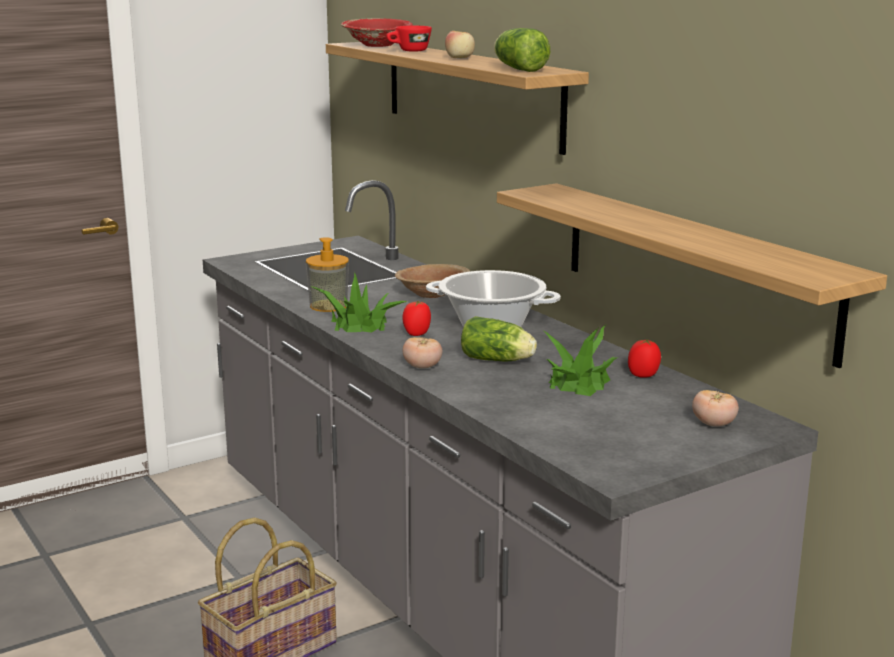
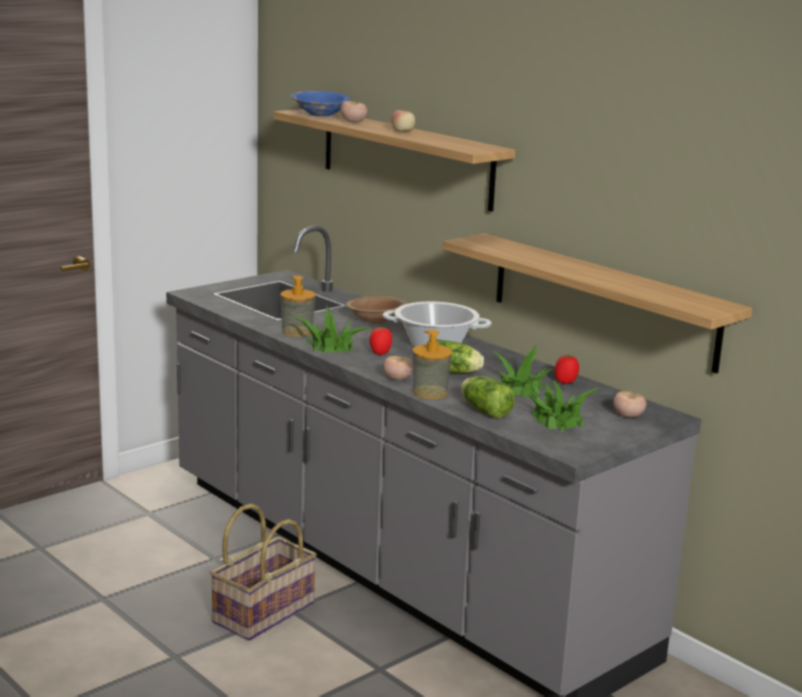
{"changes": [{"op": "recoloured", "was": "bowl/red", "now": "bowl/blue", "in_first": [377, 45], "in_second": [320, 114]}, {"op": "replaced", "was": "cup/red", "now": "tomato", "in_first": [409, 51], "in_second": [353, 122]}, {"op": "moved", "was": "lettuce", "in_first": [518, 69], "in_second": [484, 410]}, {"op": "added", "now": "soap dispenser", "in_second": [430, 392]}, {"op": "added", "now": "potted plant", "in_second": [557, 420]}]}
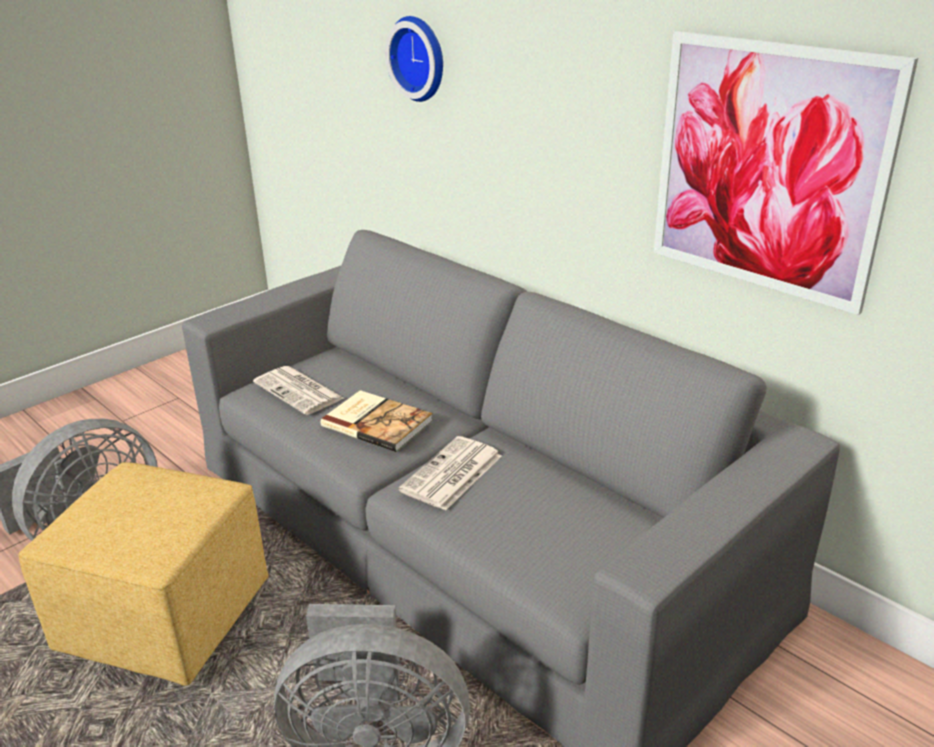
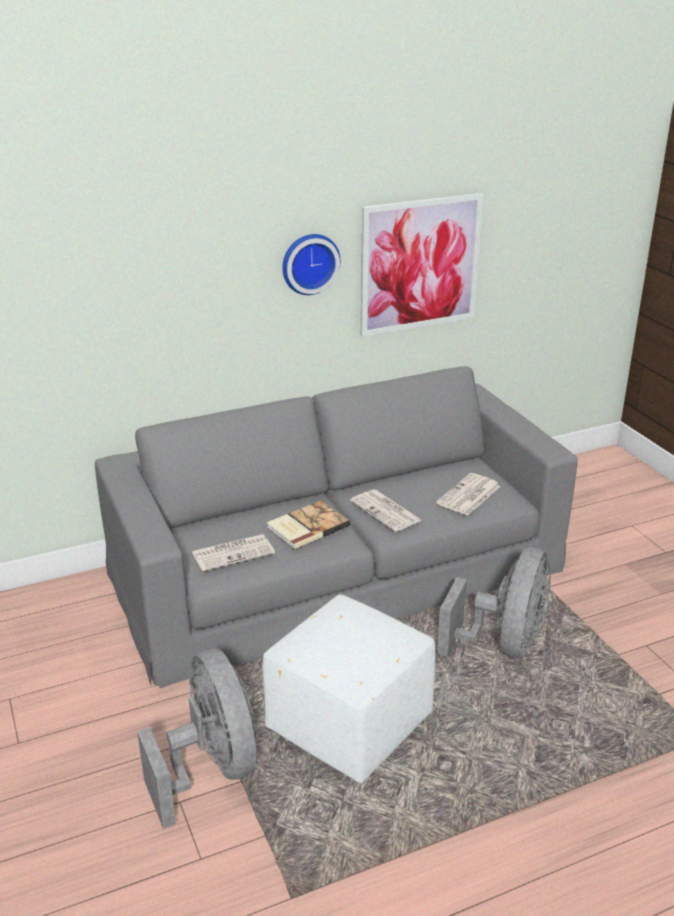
{"changes": [{"op": "recoloured", "was": "ottoman/yellow", "now": "ottoman/white", "in_first": [169, 618], "in_second": [348, 724]}, {"op": "moved", "was": "wall clock", "in_first": [420, 58], "in_second": [309, 263]}, {"op": "added", "now": "newspaper", "in_second": [468, 495]}]}
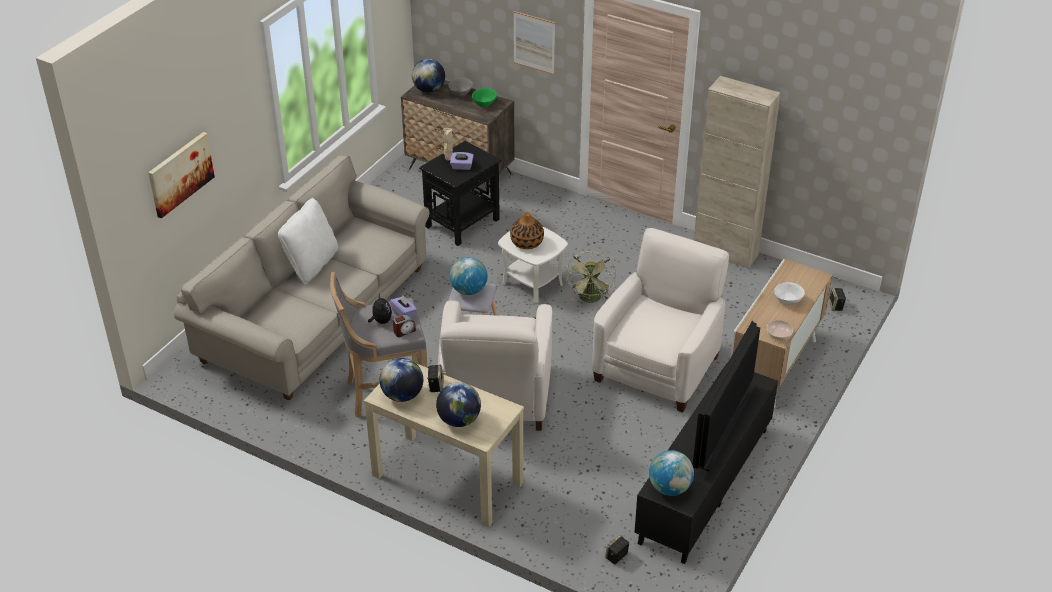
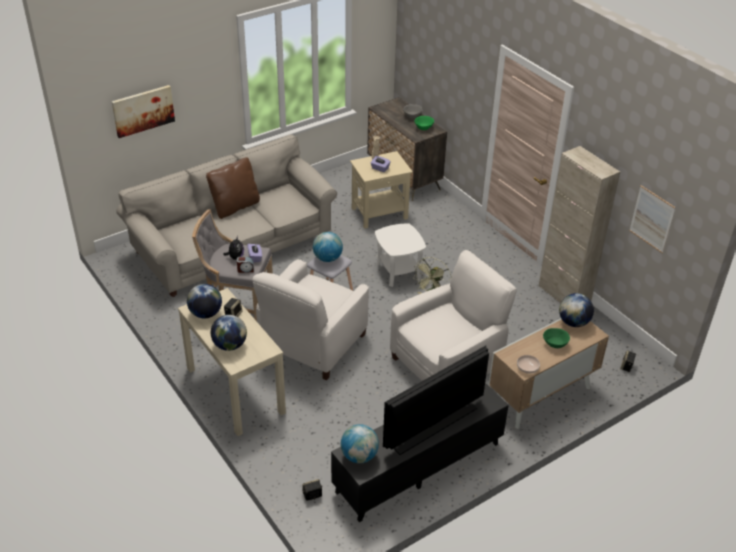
{"changes": [{"op": "recoloured", "was": "pillow/white", "now": "pillow/brown", "in_first": [311, 265], "in_second": [235, 207]}, {"op": "moved", "was": "globe", "in_first": [429, 90], "in_second": [573, 322]}, {"op": "recoloured", "was": "side table/black", "now": "side table/beige", "in_first": [463, 223], "in_second": [380, 213]}, {"op": "removed", "was": "vase", "in_first": [527, 243]}, {"op": "moved", "was": "picture", "in_first": [534, 42], "in_second": [652, 219]}, {"op": "recoloured", "was": "bowl/white", "now": "bowl/green", "in_first": [788, 300], "in_second": [555, 344]}]}
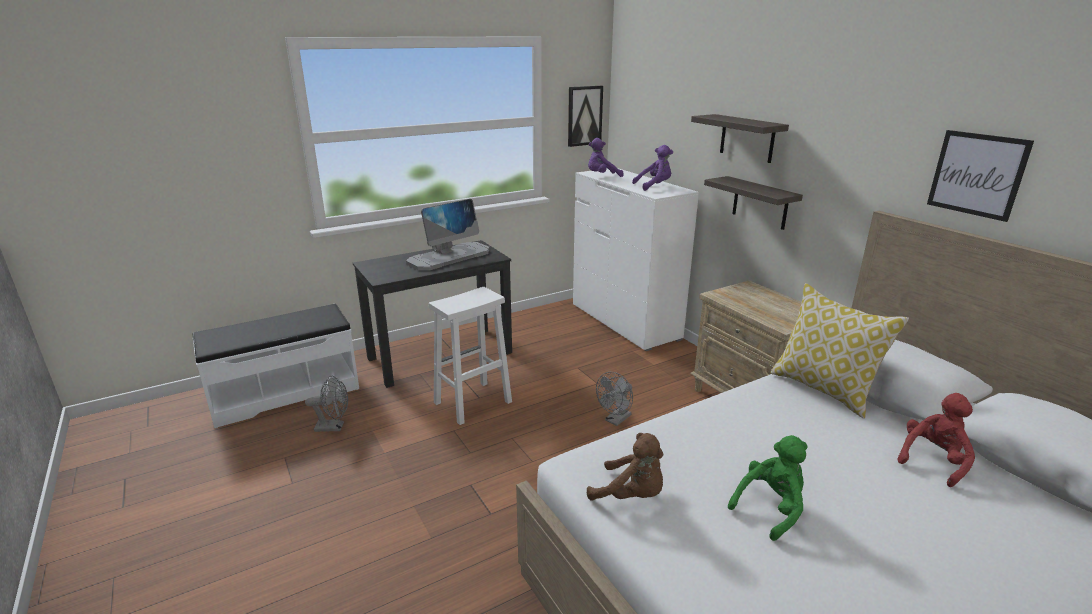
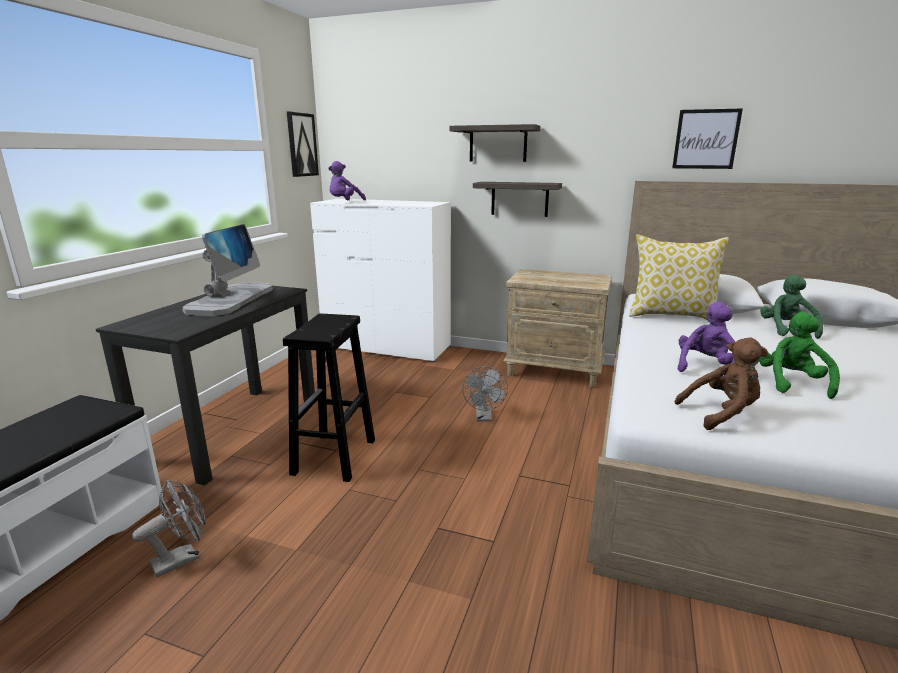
{"changes": [{"op": "recoloured", "was": "stool/white", "now": "stool/black", "in_first": [472, 403], "in_second": [334, 457]}, {"op": "moved", "was": "plush toy/purple", "in_first": [654, 186], "in_second": [705, 368]}, {"op": "recoloured", "was": "plush toy/red", "now": "plush toy/green", "in_first": [933, 460], "in_second": [786, 330]}]}
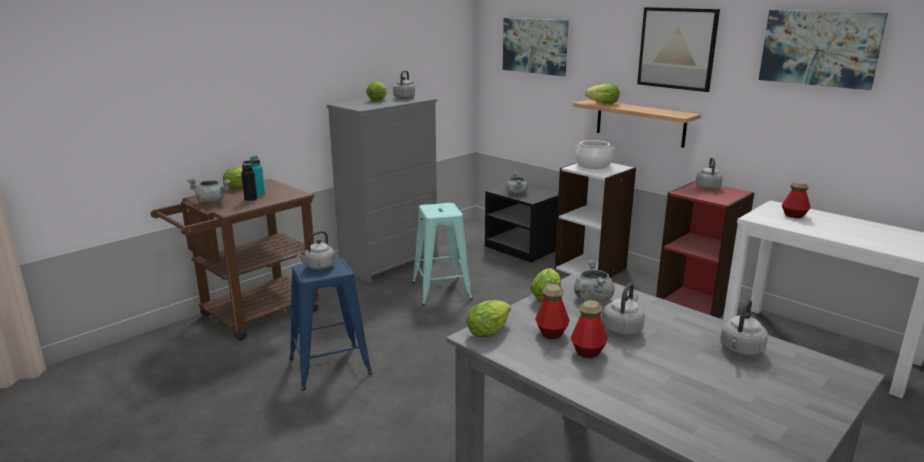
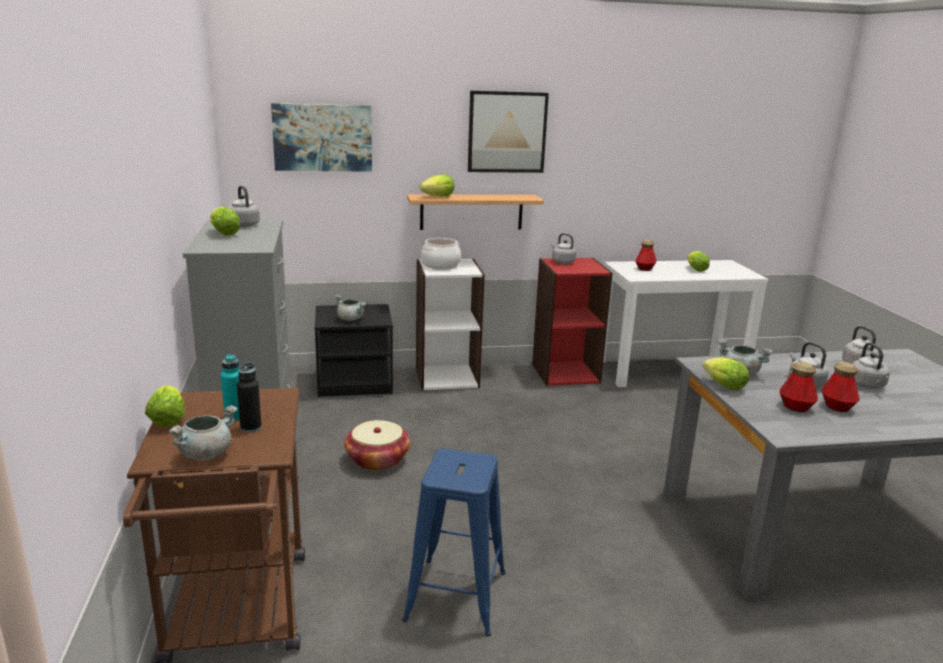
{"changes": [{"op": "moved", "was": "kettle/grey", "in_first": [318, 267], "in_second": [867, 385]}, {"op": "replaced", "was": "stool/turquoise", "now": "basket", "in_first": [441, 290], "in_second": [377, 460]}, {"op": "moved", "was": "lettuce", "in_first": [490, 331], "in_second": [695, 269]}, {"op": "removed", "was": "picture", "in_first": [819, 48]}]}
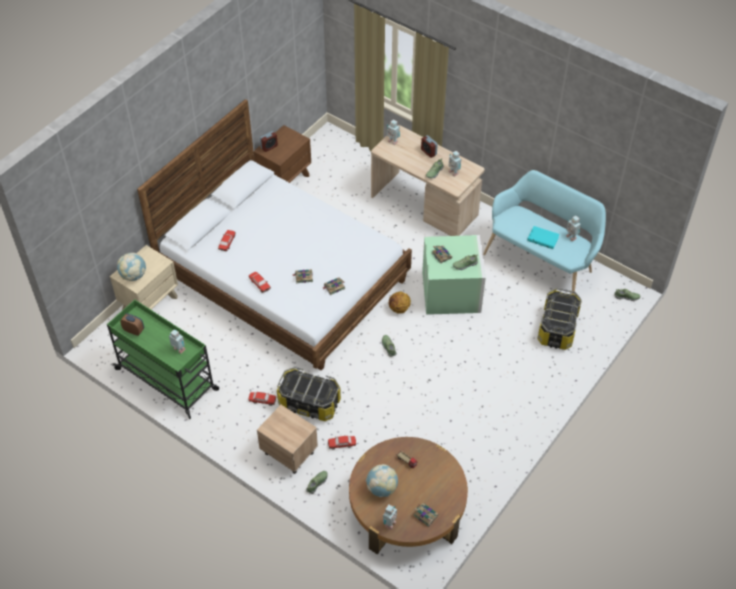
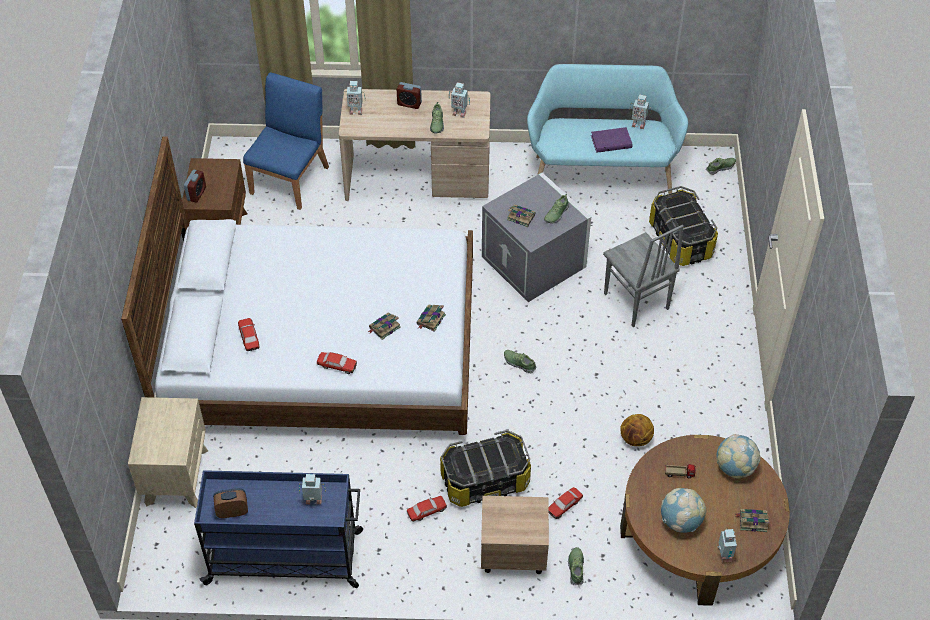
{"changes": [{"op": "recoloured", "was": "cart/green", "now": "cart/blue", "in_first": [168, 380], "in_second": [286, 557]}, {"op": "moved", "was": "globe", "in_first": [133, 276], "in_second": [734, 467]}, {"op": "moved", "was": "basketball", "in_first": [399, 309], "in_second": [635, 439]}, {"op": "recoloured", "was": "storage box/green", "now": "storage box/grey", "in_first": [452, 292], "in_second": [535, 262]}, {"op": "recoloured", "was": "book/turquoise", "now": "book/purple", "in_first": [543, 238], "in_second": [611, 141]}, {"op": "added", "now": "chair/blue", "in_second": [290, 179]}, {"op": "added", "now": "chair/grey", "in_second": [635, 302]}]}
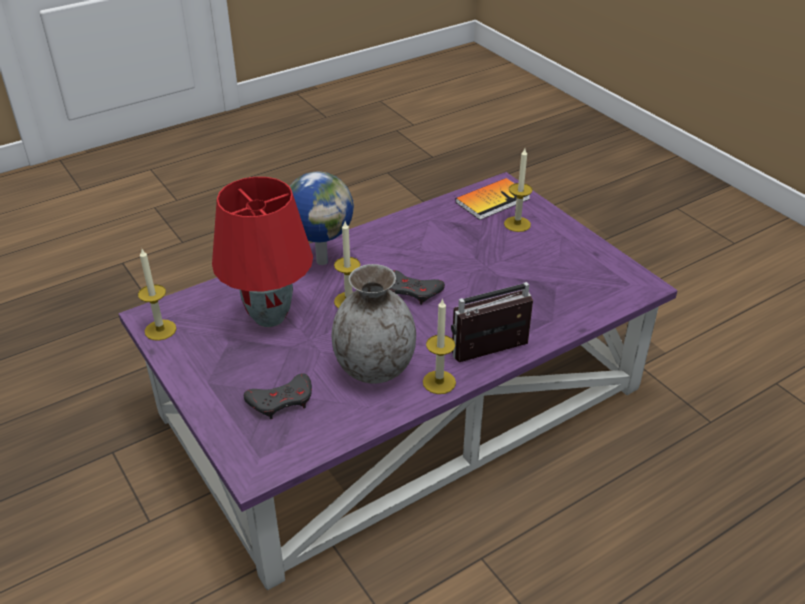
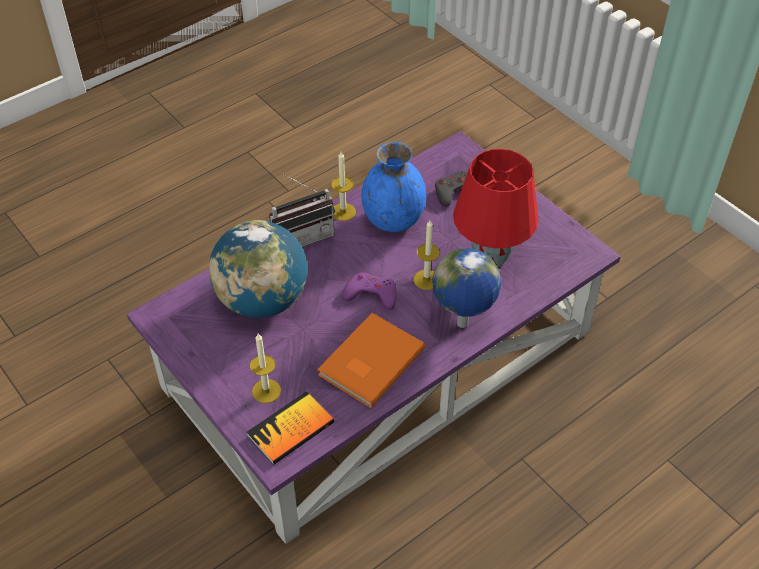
{"changes": [{"op": "removed", "was": "candle", "in_first": [160, 330]}, {"op": "recoloured", "was": "vase/grey", "now": "vase/blue", "in_first": [374, 368], "in_second": [394, 219]}, {"op": "recoloured", "was": "game controller/grey", "now": "game controller/purple", "in_first": [412, 291], "in_second": [371, 294]}, {"op": "added", "now": "globe", "in_second": [262, 300]}, {"op": "added", "now": "book/orange", "in_second": [368, 361]}]}
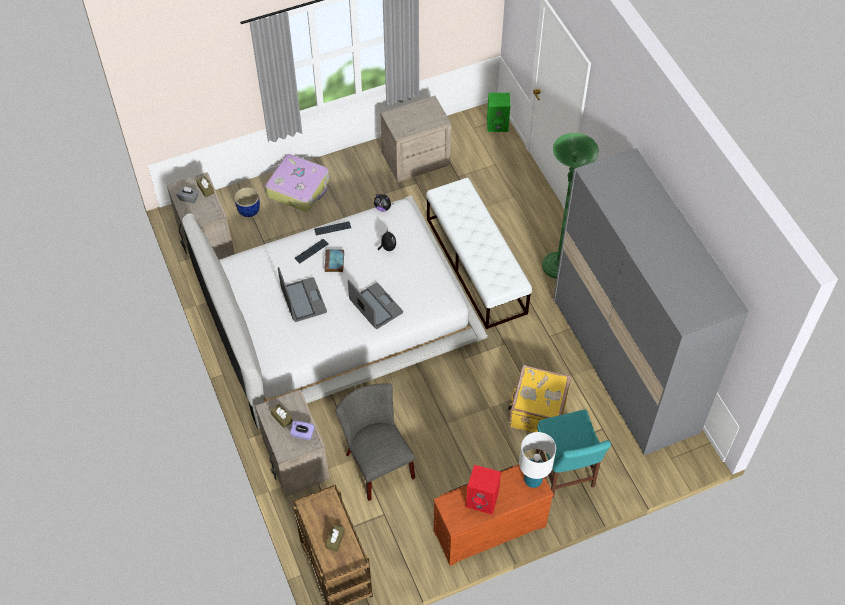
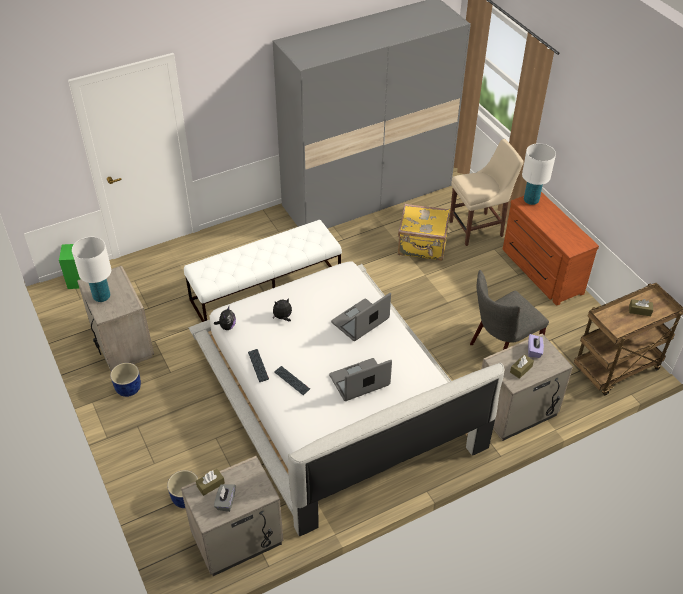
{"changes": [{"op": "removed", "was": "suitcase", "in_first": [299, 188]}, {"op": "removed", "was": "book", "in_first": [334, 262]}, {"op": "removed", "was": "speaker/red", "in_first": [483, 499]}, {"op": "recoloured", "was": "chair/turquoise", "now": "chair/beige", "in_first": [565, 474], "in_second": [478, 228]}, {"op": "removed", "was": "floor lamp/green", "in_first": [557, 266]}, {"op": "added", "now": "table lamp/white", "in_second": [102, 297]}, {"op": "added", "now": "planter/blue", "in_second": [128, 388]}]}
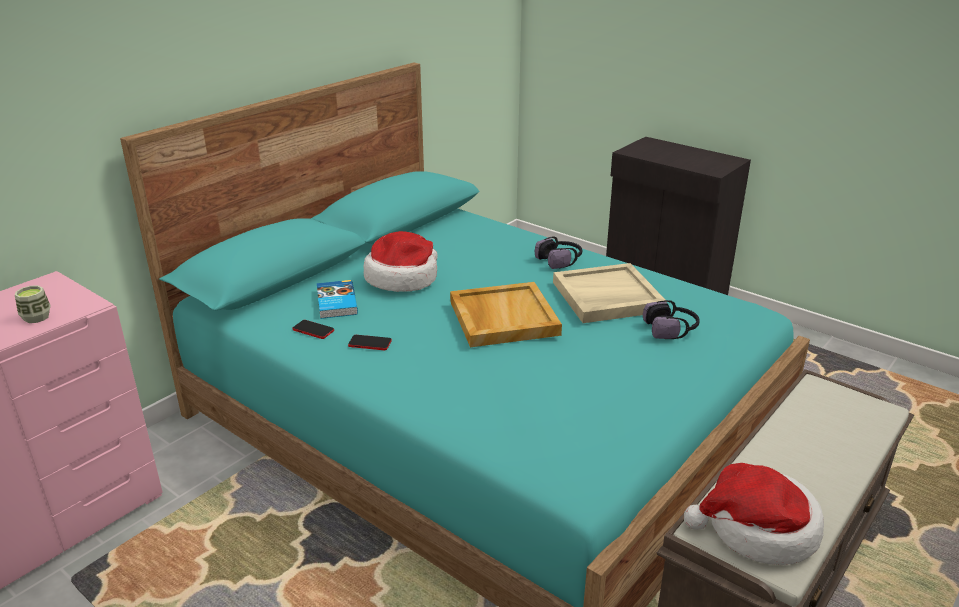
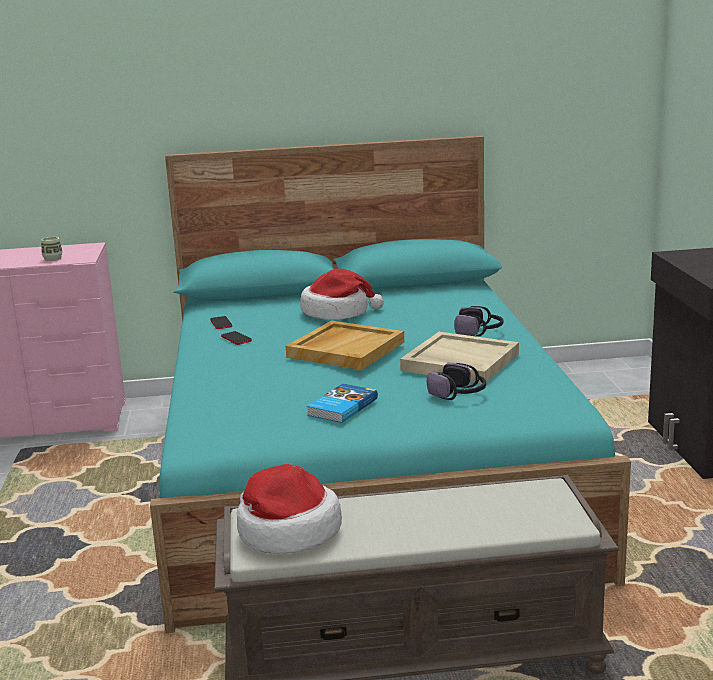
{"changes": [{"op": "moved", "was": "book", "in_first": [335, 302], "in_second": [341, 407]}]}
